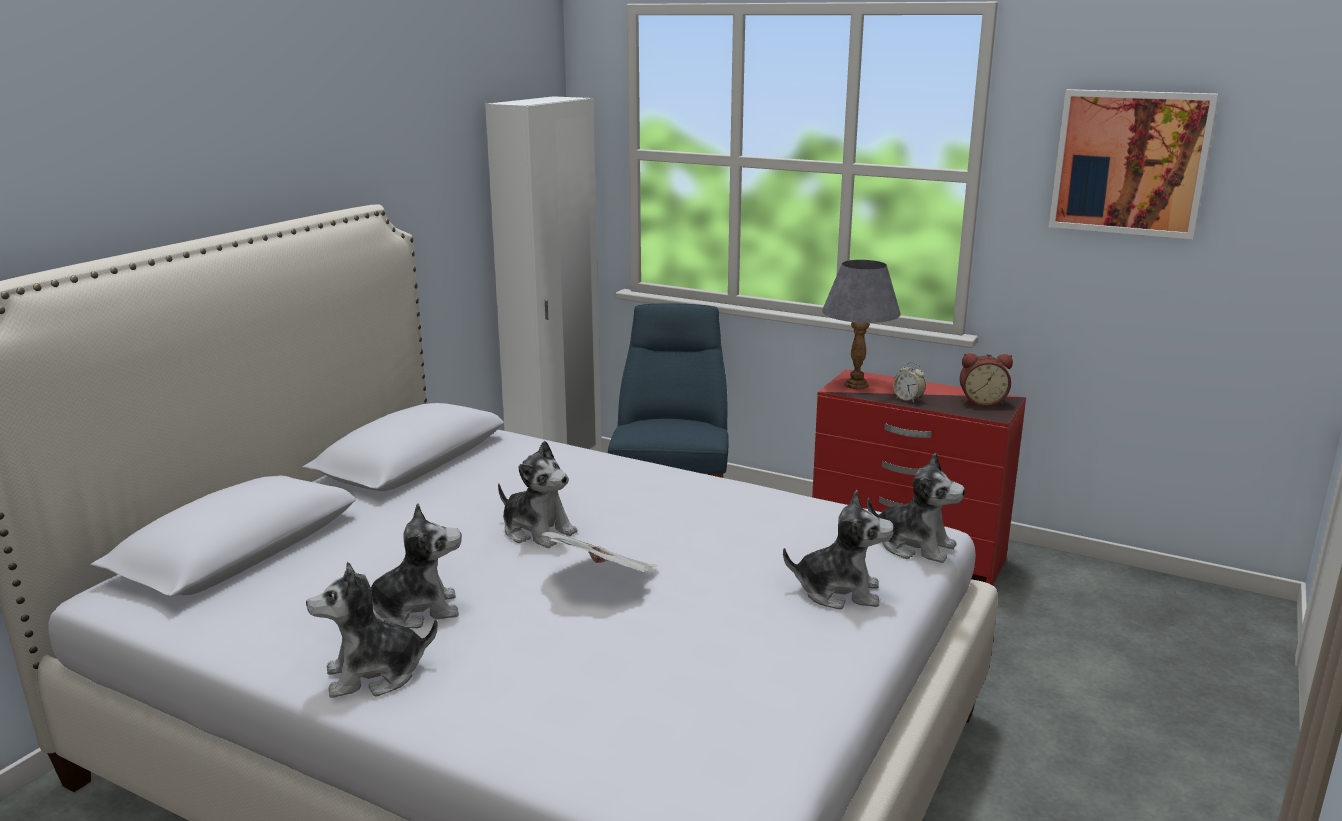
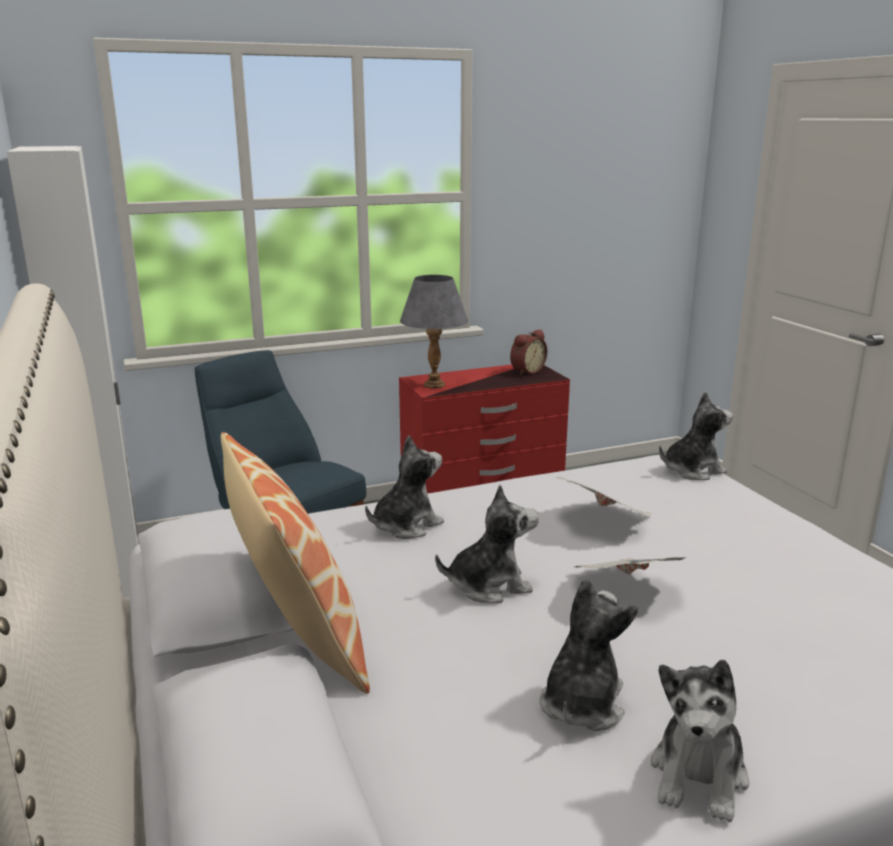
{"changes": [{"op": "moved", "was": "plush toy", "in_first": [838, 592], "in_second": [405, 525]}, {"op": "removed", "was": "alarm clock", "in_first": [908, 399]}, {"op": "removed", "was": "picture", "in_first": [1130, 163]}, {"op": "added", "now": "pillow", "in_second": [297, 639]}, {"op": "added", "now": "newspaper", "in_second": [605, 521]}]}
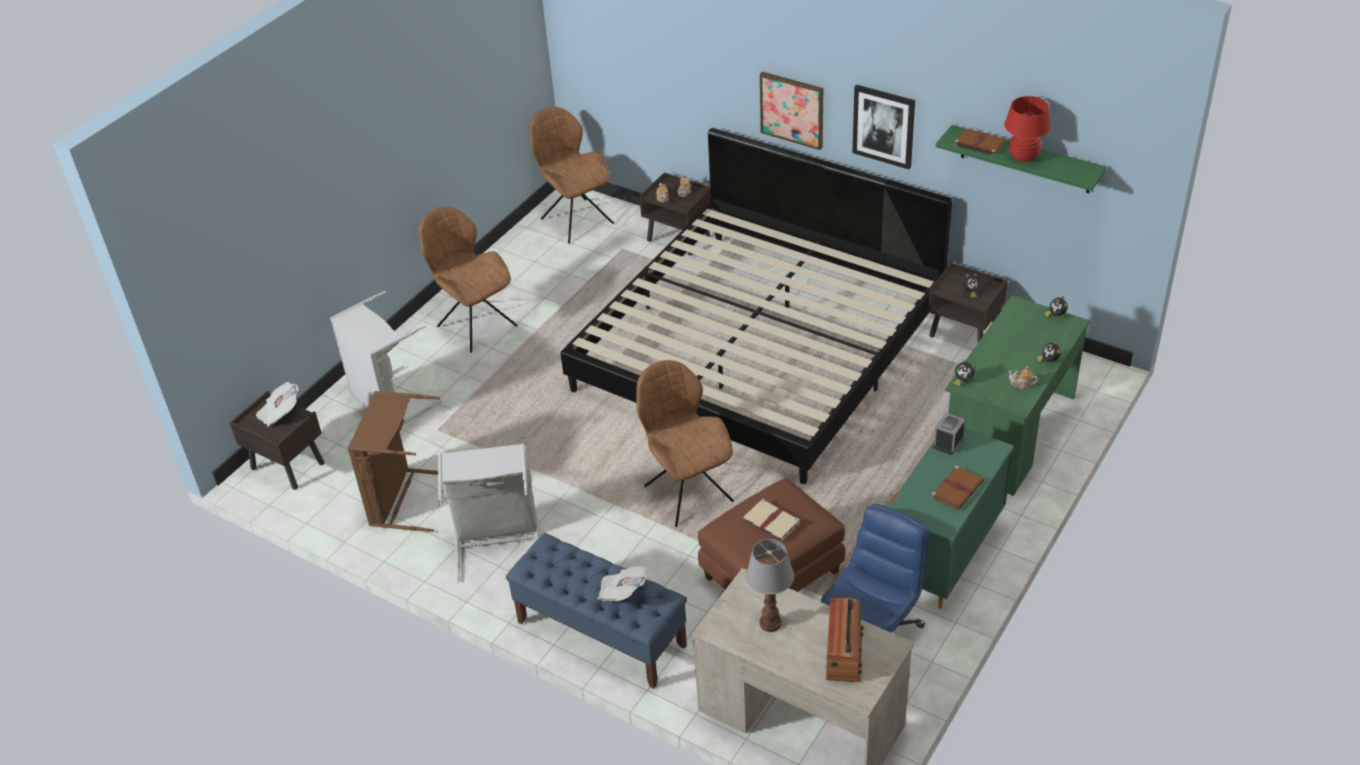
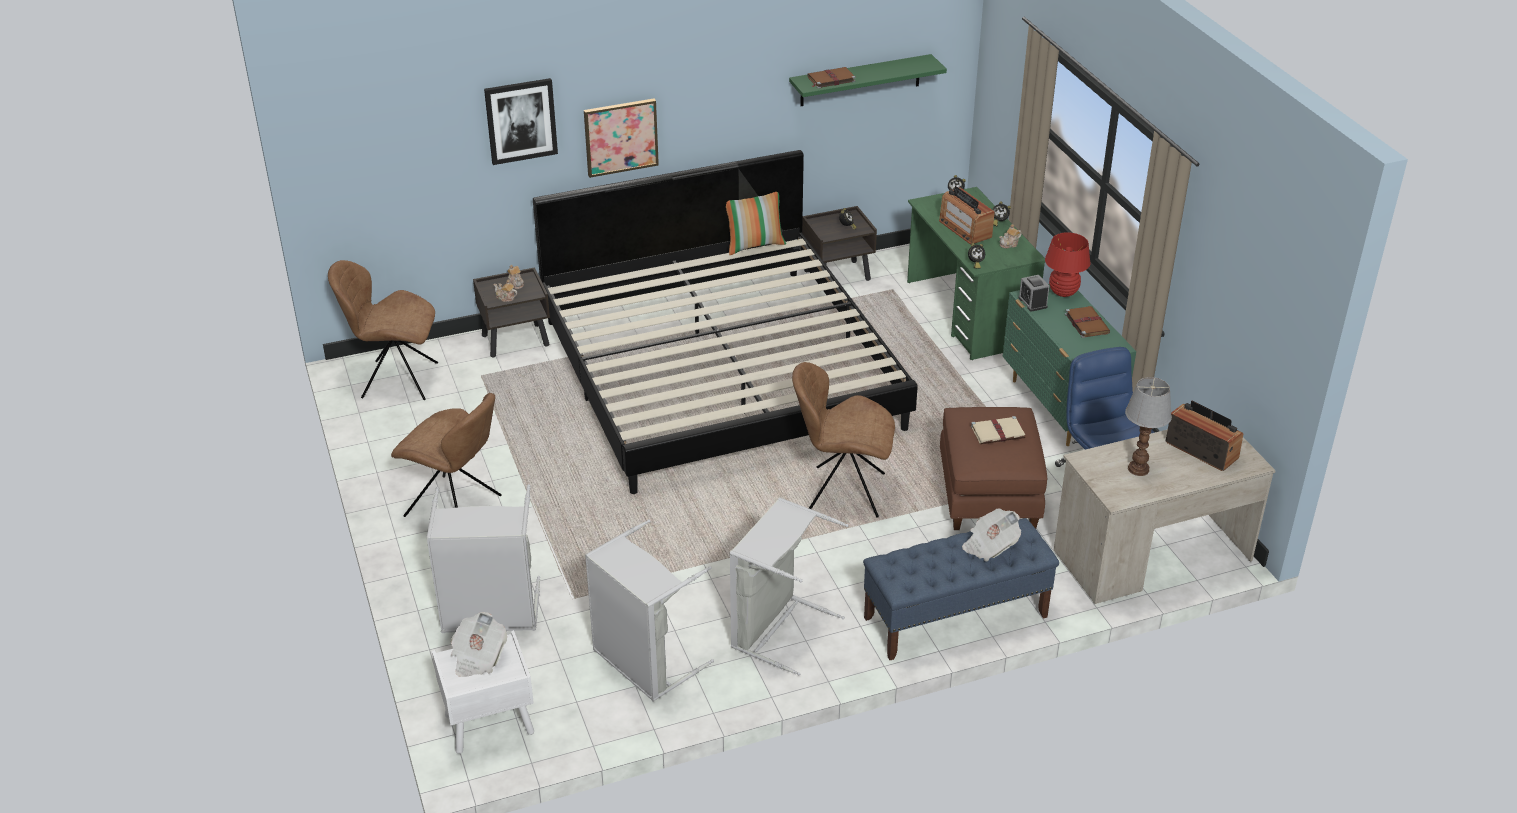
{"changes": [{"op": "recoloured", "was": "nightstand/brown", "now": "nightstand/white", "in_first": [287, 466], "in_second": [488, 725]}, {"op": "recoloured", "was": "laundry basket/brown", "now": "laundry basket/grey", "in_first": [403, 499], "in_second": [643, 663]}, {"op": "turned", "was": "chair/brown", "in_first": [475, 325], "in_second": [456, 507], "clockwise": -150}, {"op": "moved", "was": "picture", "in_first": [884, 126], "in_second": [521, 120]}, {"op": "moved", "was": "table lamp/red", "in_first": [1023, 157], "in_second": [1063, 292]}, {"op": "added", "now": "pillow", "in_second": [754, 245]}, {"op": "added", "now": "radio", "in_second": [965, 229]}]}
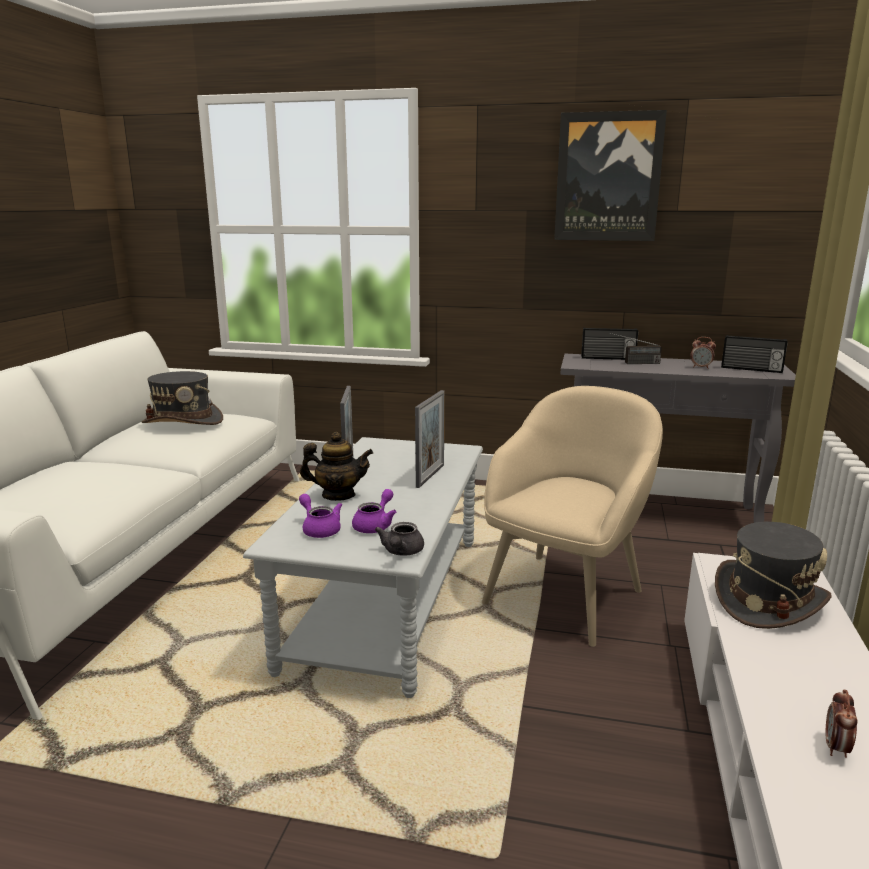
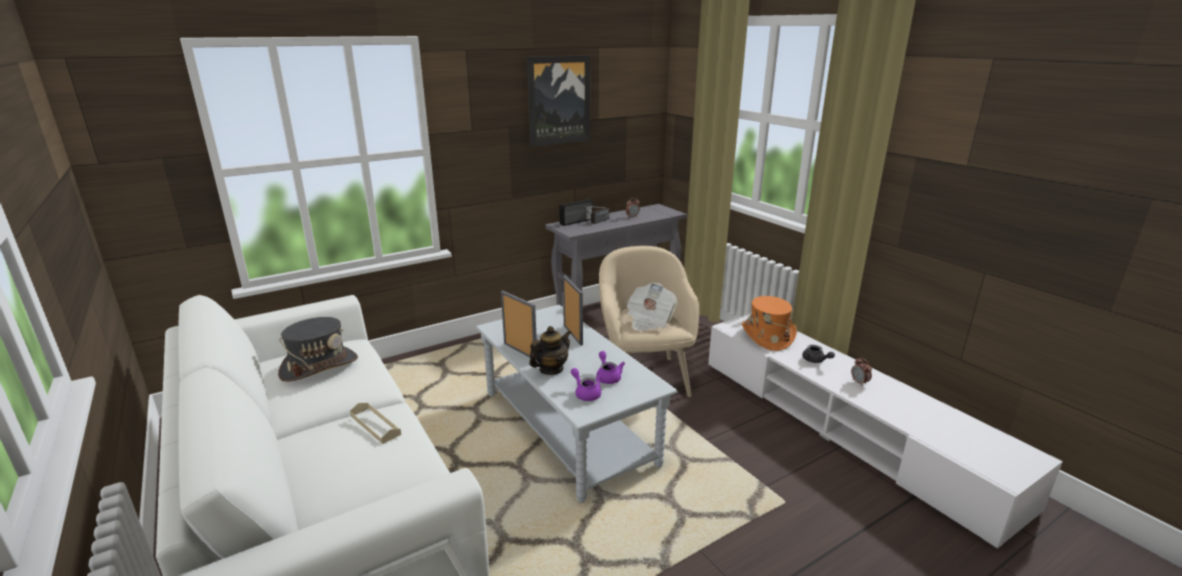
{"changes": [{"op": "turned", "was": "teapot/purple", "in_first": [319, 529], "in_second": [586, 393], "clockwise": 45}, {"op": "moved", "was": "teapot/grey", "in_first": [401, 552], "in_second": [815, 361]}, {"op": "recoloured", "was": "hat/grey", "now": "hat/orange", "in_first": [768, 601], "in_second": [767, 336]}, {"op": "removed", "was": "radio", "in_first": [751, 369]}, {"op": "added", "now": "tray/beige", "in_second": [375, 425]}, {"op": "added", "now": "newspaper", "in_second": [649, 320]}]}
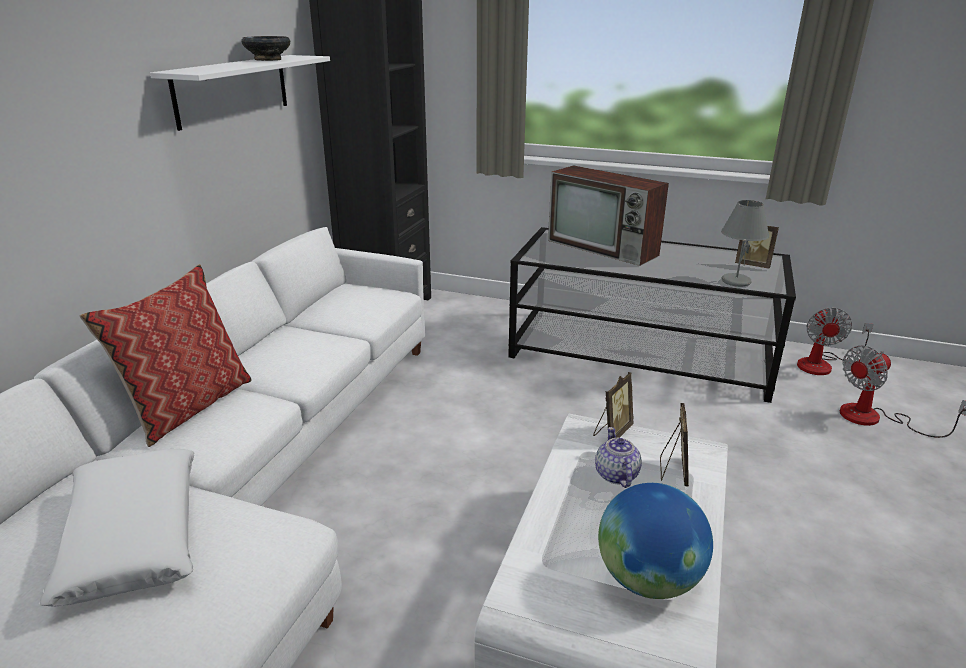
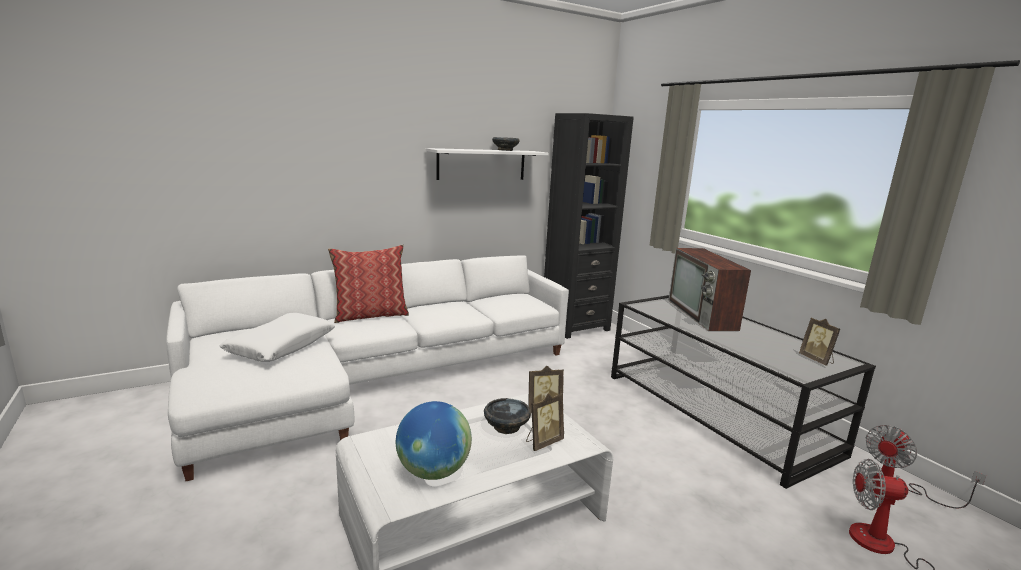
{"changes": [{"op": "replaced", "was": "teapot", "now": "bowl/black", "in_first": [616, 475], "in_second": [506, 427]}, {"op": "removed", "was": "table lamp/grey", "in_first": [735, 281]}]}
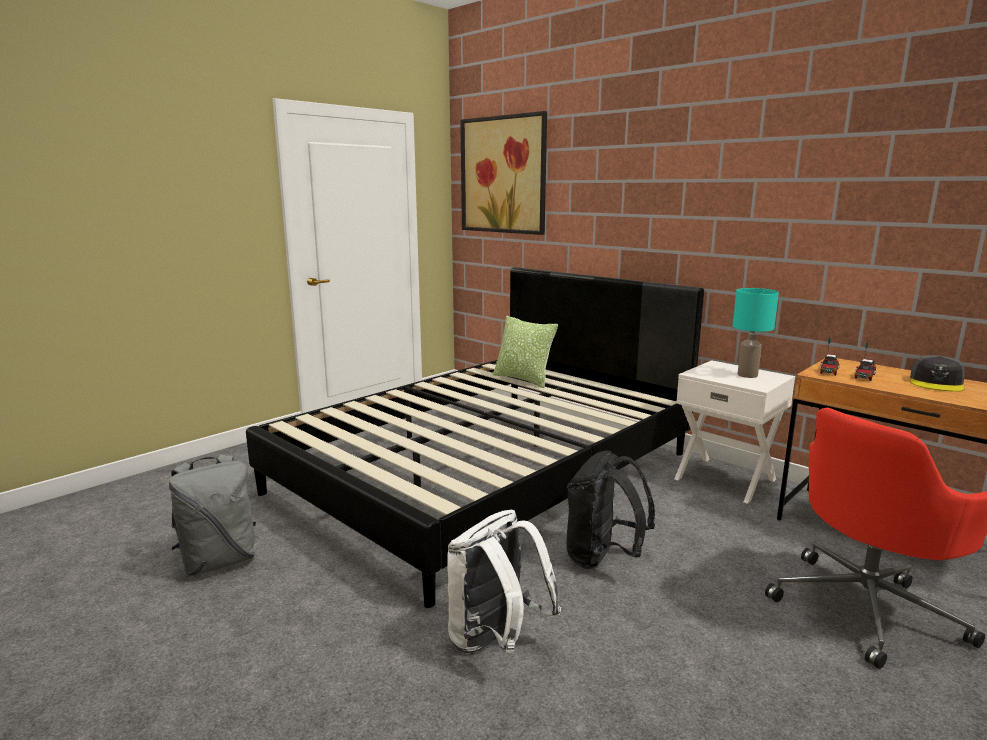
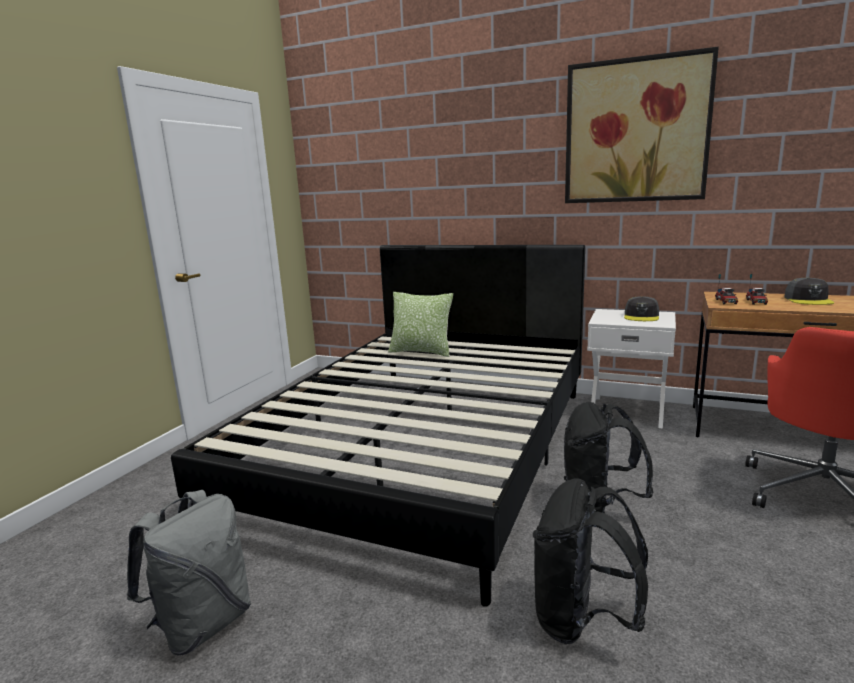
{"changes": [{"op": "recoloured", "was": "backpack/white", "now": "backpack/black", "in_first": [495, 641], "in_second": [582, 620]}, {"op": "moved", "was": "picture", "in_first": [503, 175], "in_second": [635, 131]}, {"op": "replaced", "was": "table lamp/turquoise", "now": "cap/grey", "in_first": [748, 375], "in_second": [641, 316]}]}
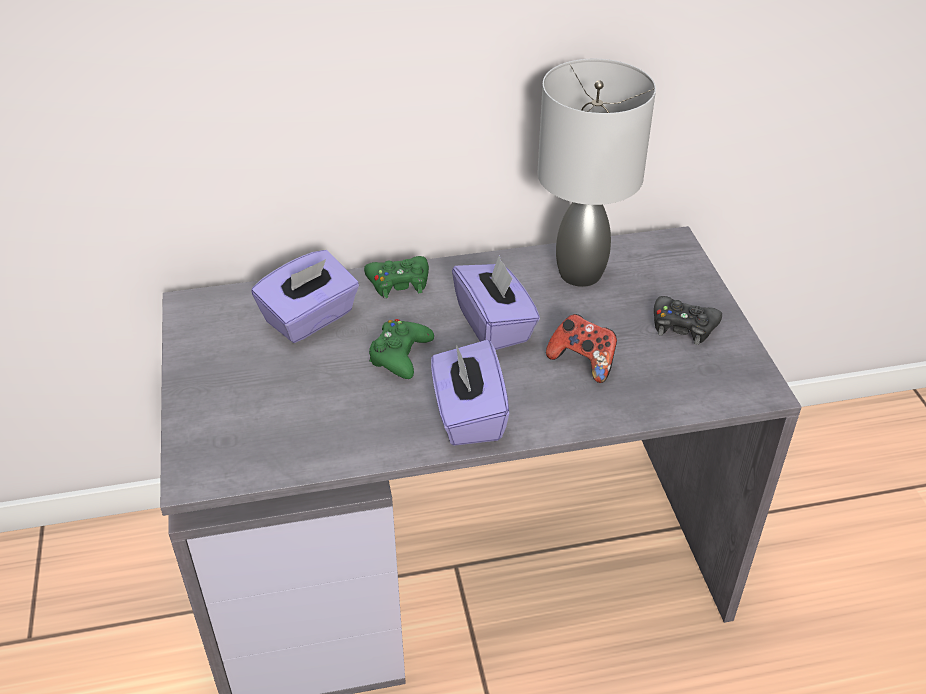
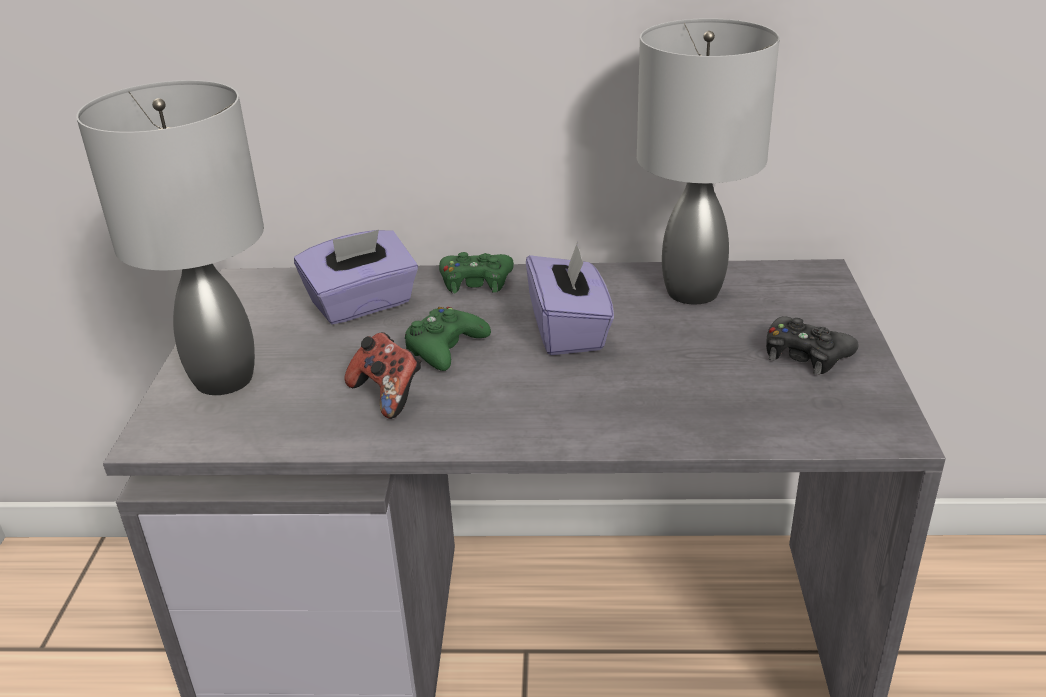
{"changes": [{"op": "removed", "was": "tissue box/purple", "in_first": [468, 415]}, {"op": "moved", "was": "game controller", "in_first": [583, 361], "in_second": [388, 395]}, {"op": "added", "now": "table lamp/grey", "in_second": [223, 378]}]}
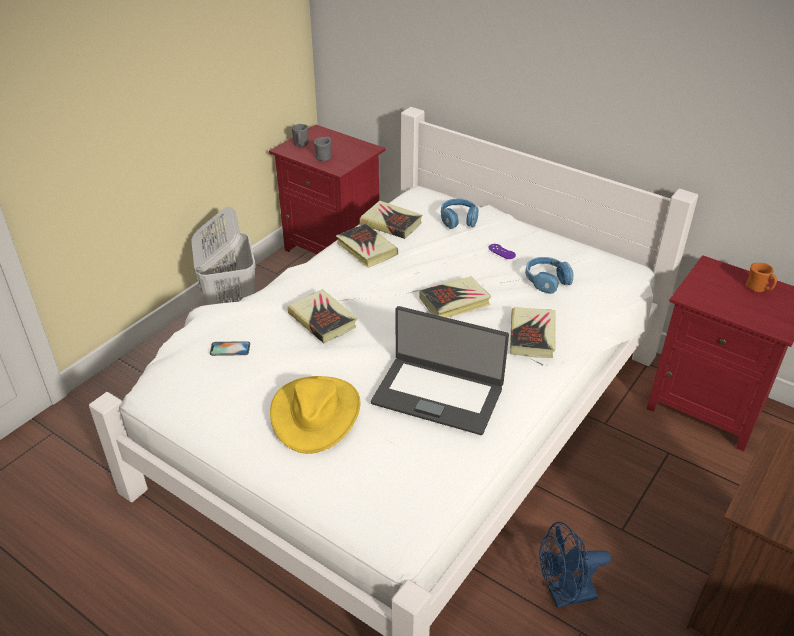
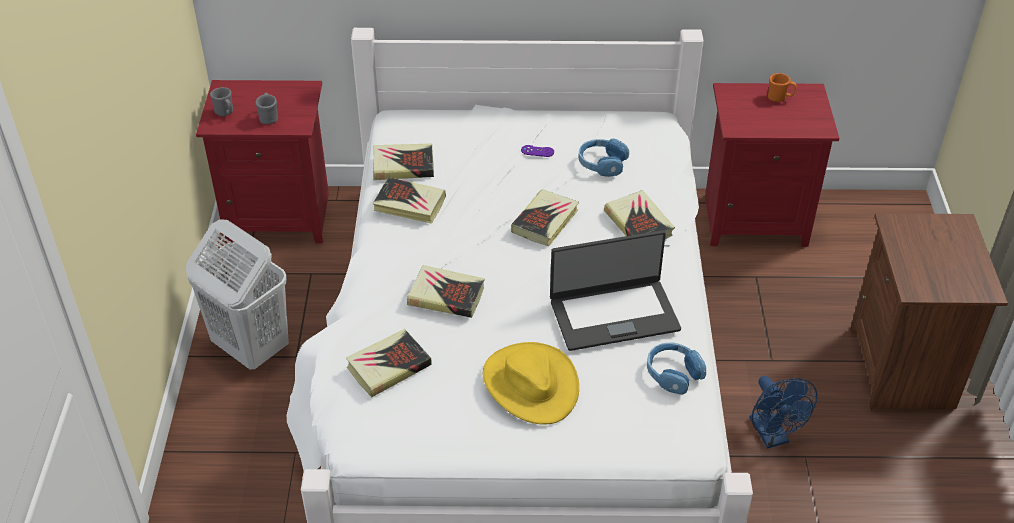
{"changes": [{"op": "replaced", "was": "phone", "now": "book", "in_first": [230, 349], "in_second": [388, 366]}, {"op": "moved", "was": "headphones/blue", "in_first": [458, 219], "in_second": [673, 374]}, {"op": "turned", "was": "fan/blue", "in_first": [565, 595], "in_second": [772, 436], "clockwise": -60}]}
